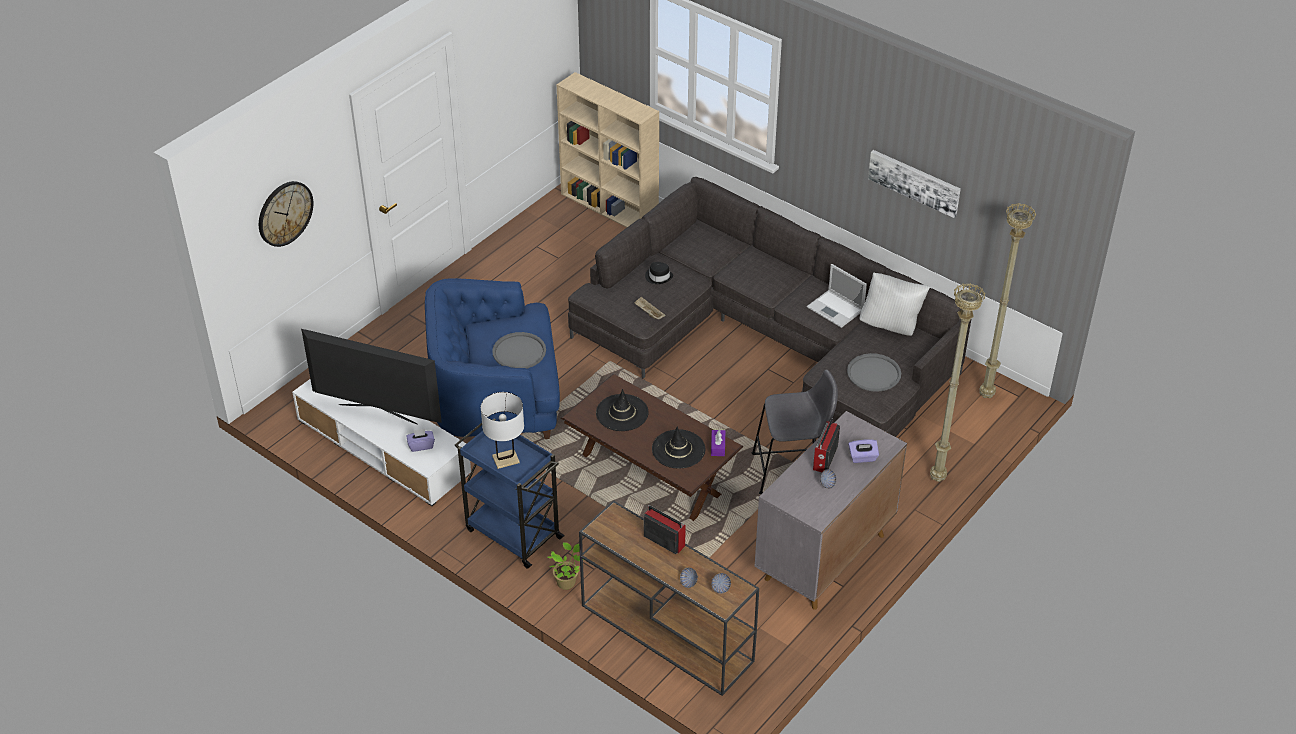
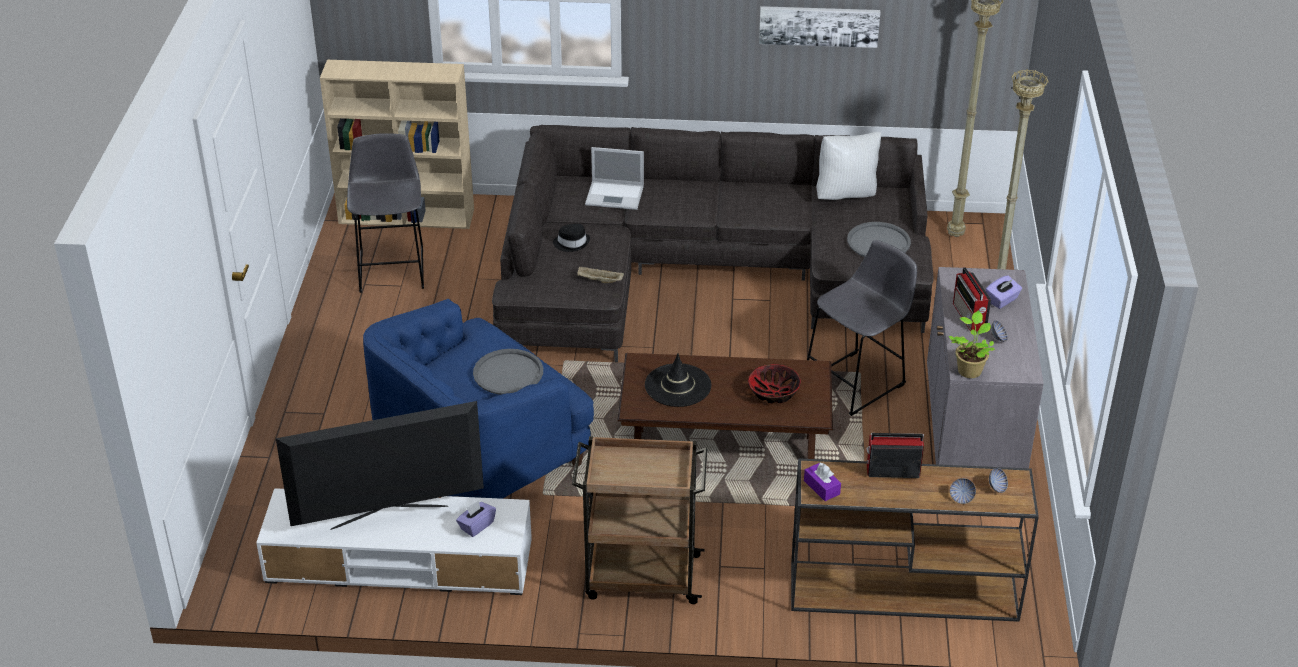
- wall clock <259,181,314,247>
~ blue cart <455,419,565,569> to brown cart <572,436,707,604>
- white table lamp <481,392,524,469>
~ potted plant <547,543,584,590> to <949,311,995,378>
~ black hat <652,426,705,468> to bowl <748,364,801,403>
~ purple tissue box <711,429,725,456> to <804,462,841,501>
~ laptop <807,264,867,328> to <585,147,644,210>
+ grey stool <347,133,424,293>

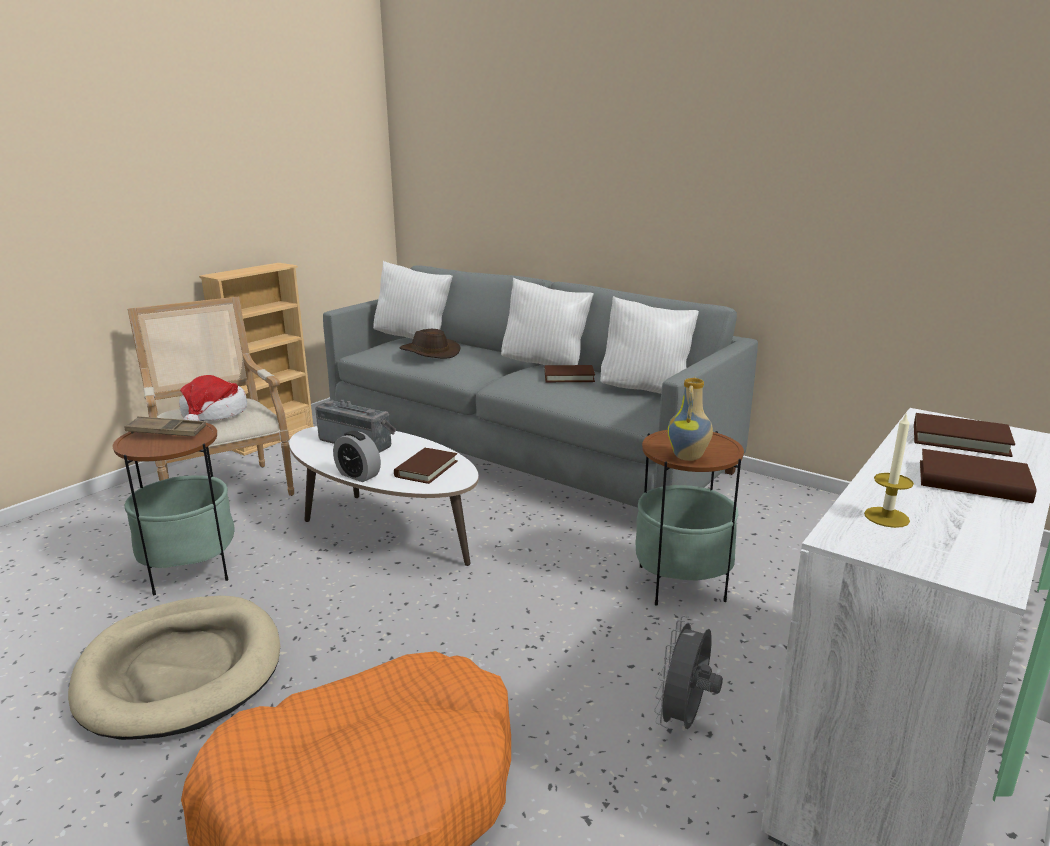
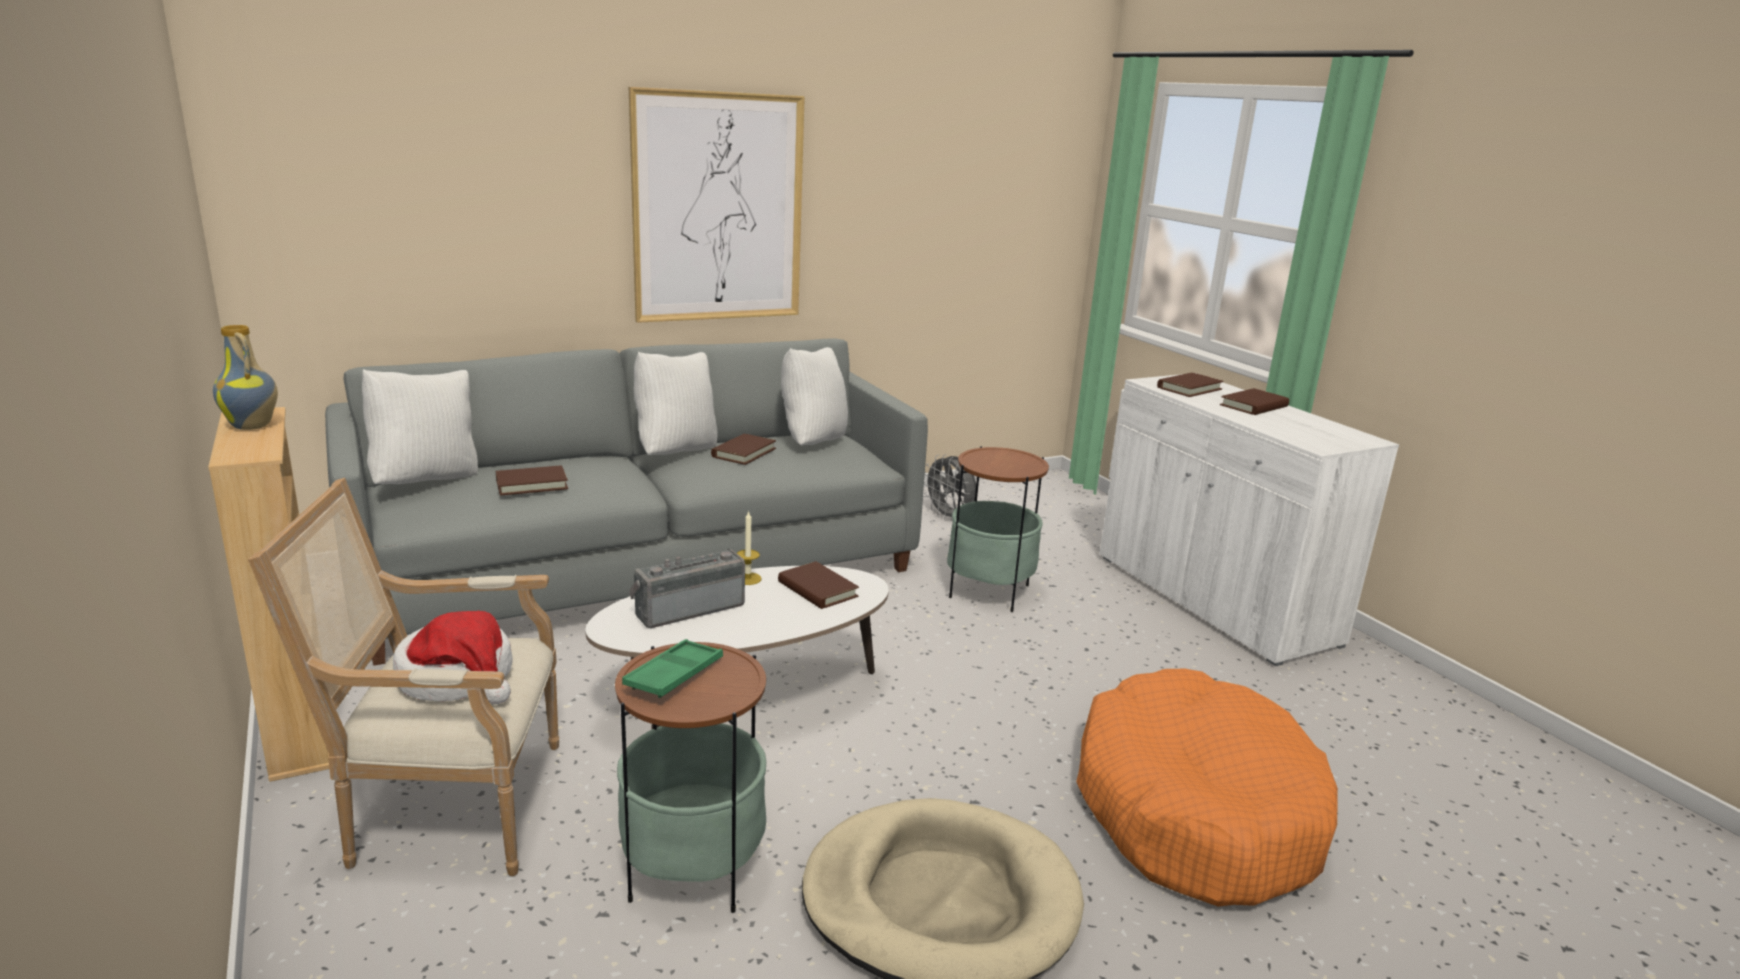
~ brown tray <124,416,206,436> to green tray <622,639,723,698>
- alarm clock <333,431,381,482>
~ brown hat <400,329,461,359> to brown book <496,465,568,496>
~ grey fan <654,616,723,729> to <924,454,976,521>
~ vase <667,377,713,461> to <213,325,278,430>
~ candle <864,412,914,528> to <737,510,761,585>
+ picture <629,87,805,323>

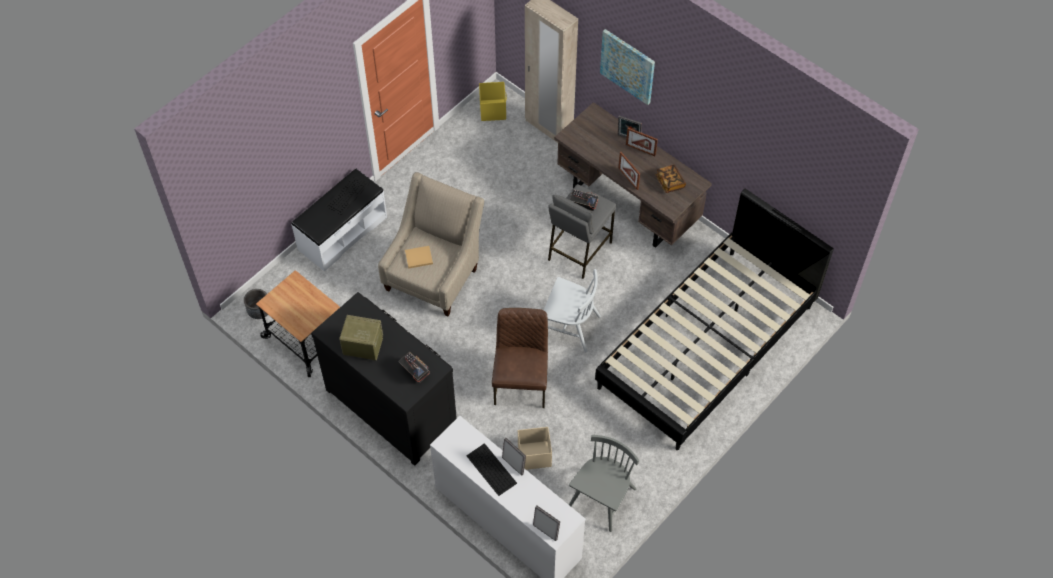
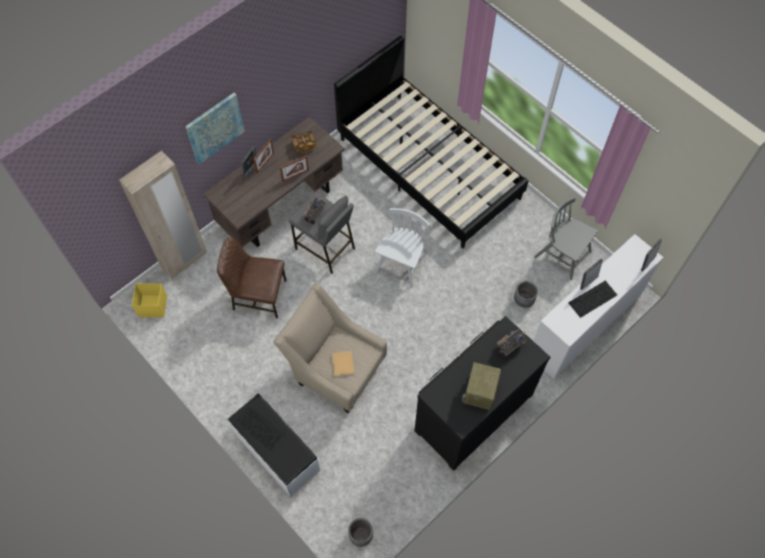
- cart <256,270,340,377>
~ brown chair <492,308,548,408> to <217,237,287,319>
~ beige storage box <518,427,552,470> to grey planter <514,281,538,308>

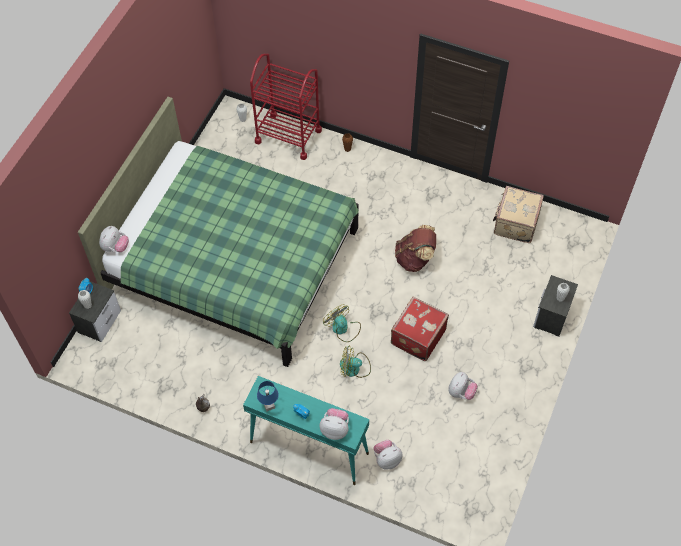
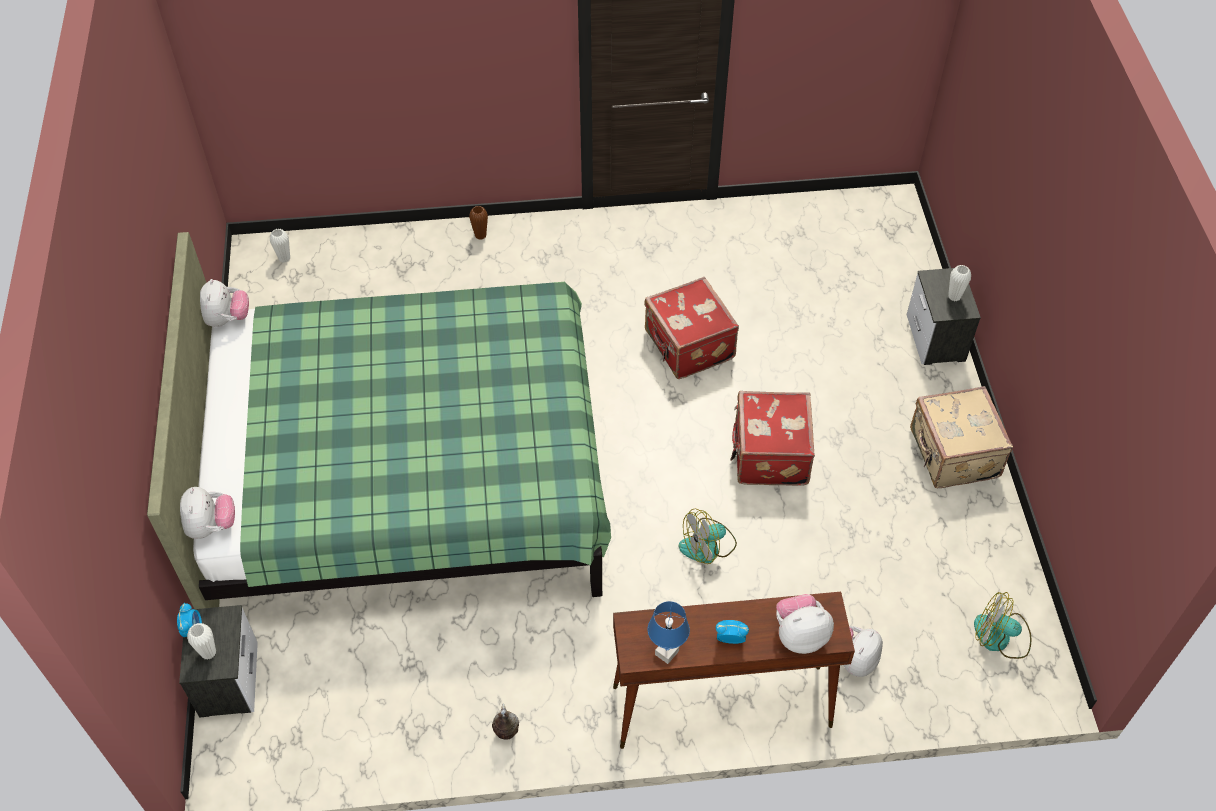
~ turquoise console table <243,376,369,485> to brown console table <613,592,855,749>
- red cart <250,54,322,160>
~ fan <323,304,361,342> to <974,592,1031,659>
~ brown backpack <395,225,436,272> to red suitcase <644,277,739,379>
~ plush toy <448,372,478,400> to <200,279,249,327>
~ beige suitcase <493,186,544,243> to <910,386,1013,488>

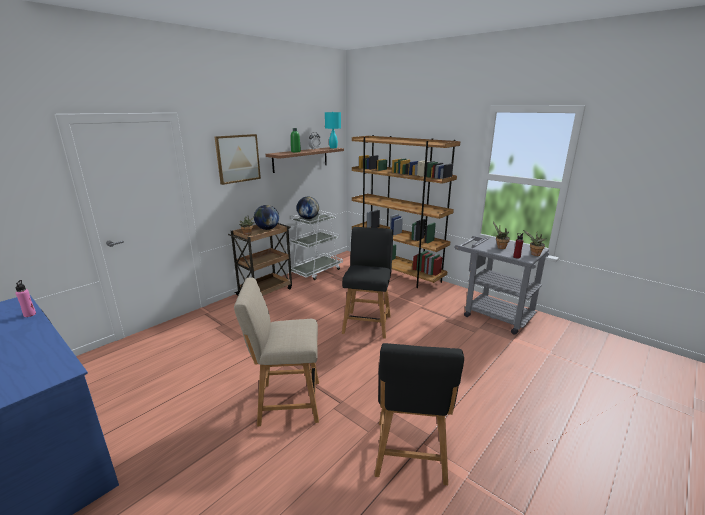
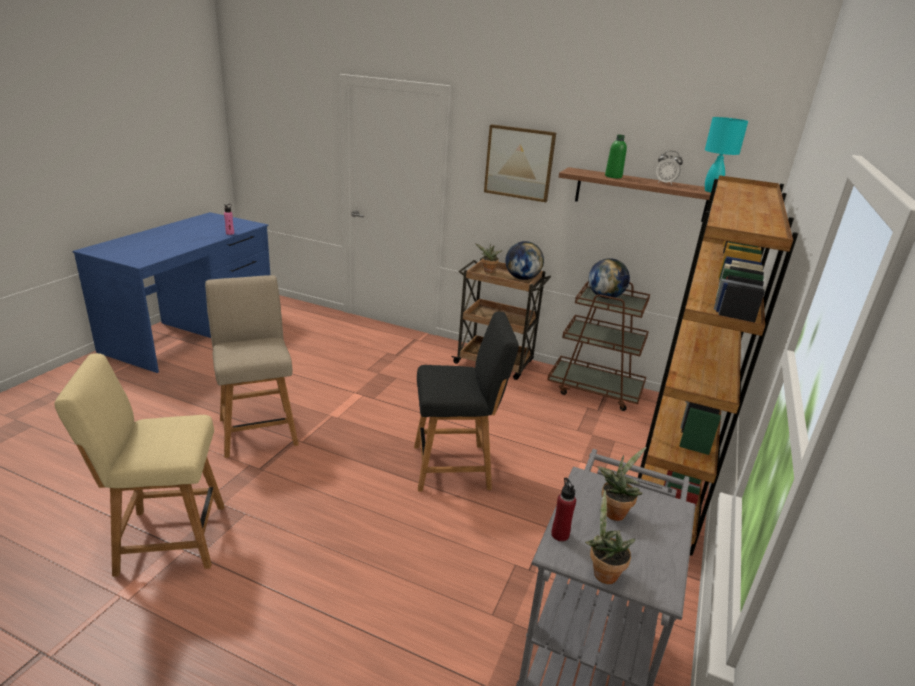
~ white cart <287,210,343,280> to brown cart <548,281,650,411>
~ black chair <374,343,464,485> to beige chair <54,353,225,577>

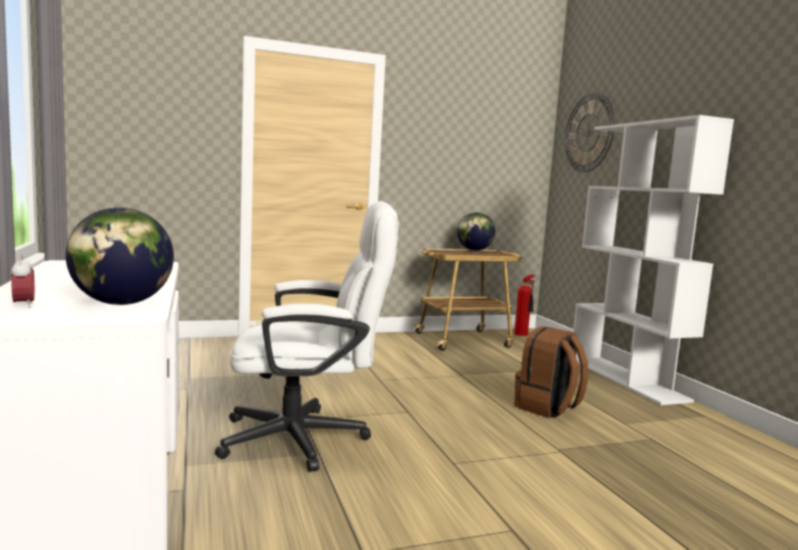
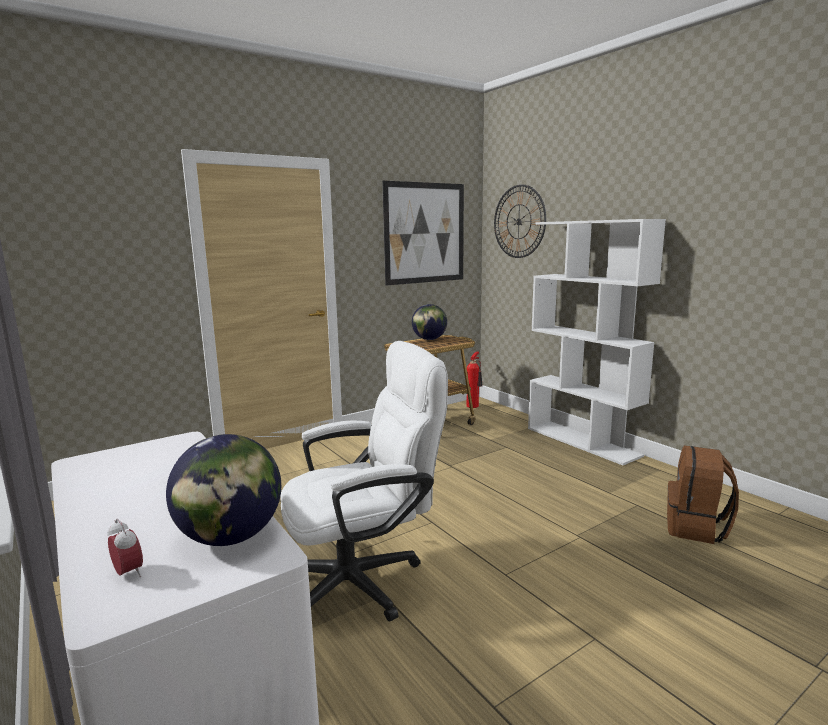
~ brown backpack <514,326,588,418> to <667,446,739,544>
+ picture <382,181,464,286>

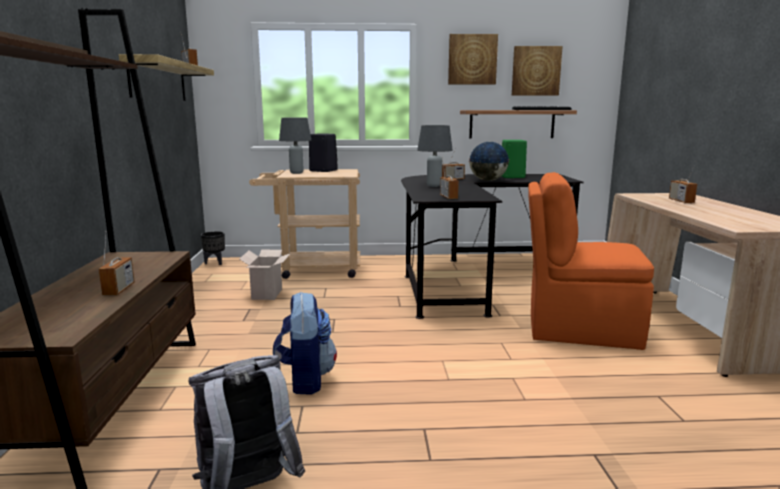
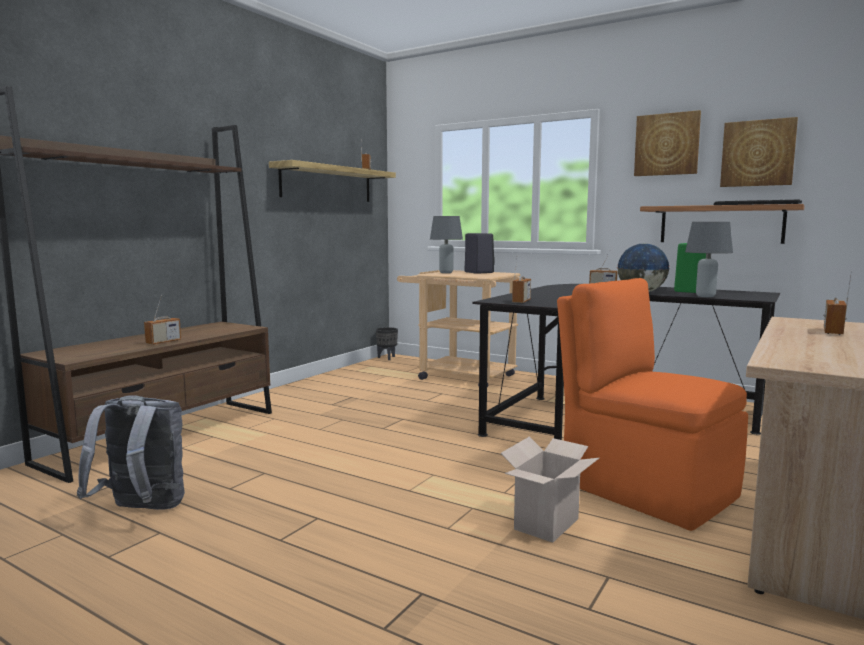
~ cardboard box <239,250,291,300> to <501,437,599,543>
- backpack <273,291,337,394>
~ grey table lamp <417,125,453,187> to <685,222,733,297>

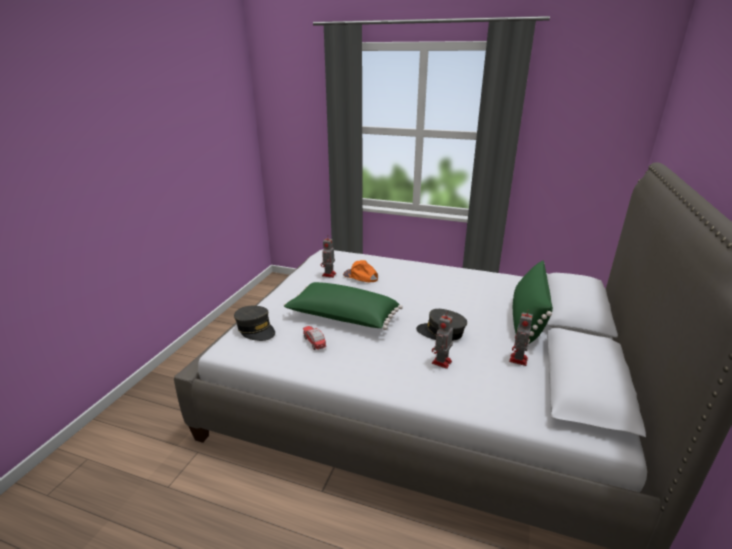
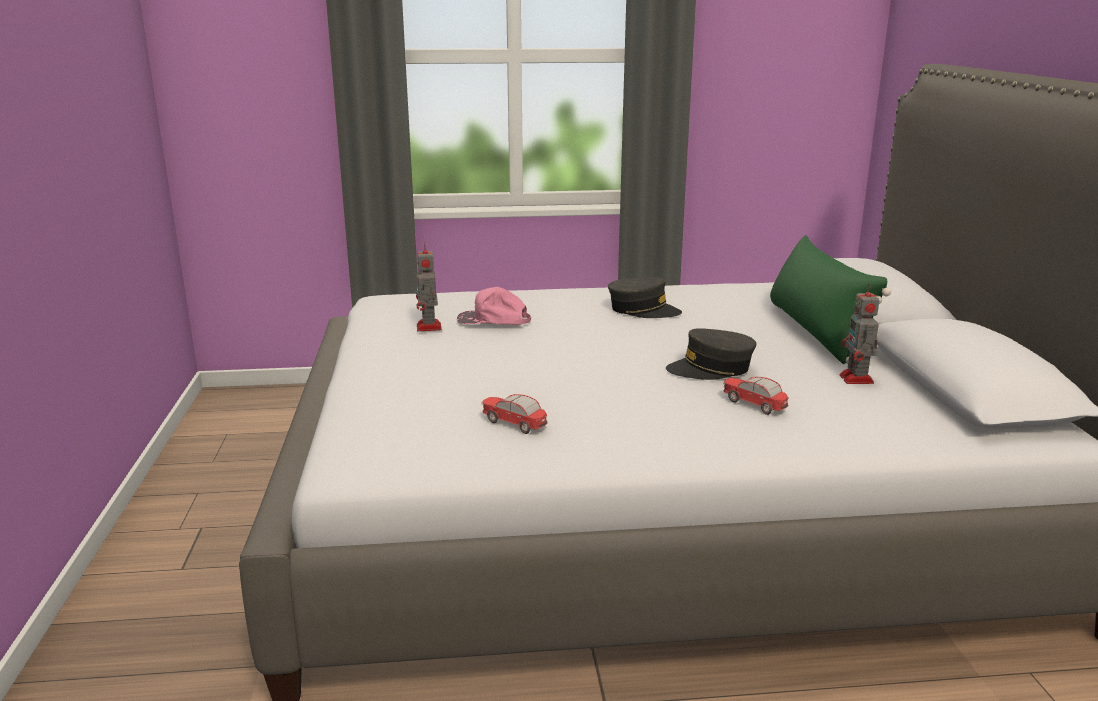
~ grey cap <234,306,275,341> to <608,277,682,318>
- green pillow <284,282,403,330>
~ orange cap <343,260,378,283> to pink cap <457,287,531,325>
~ toy robot <432,311,453,369> to toy car <723,377,789,415>

